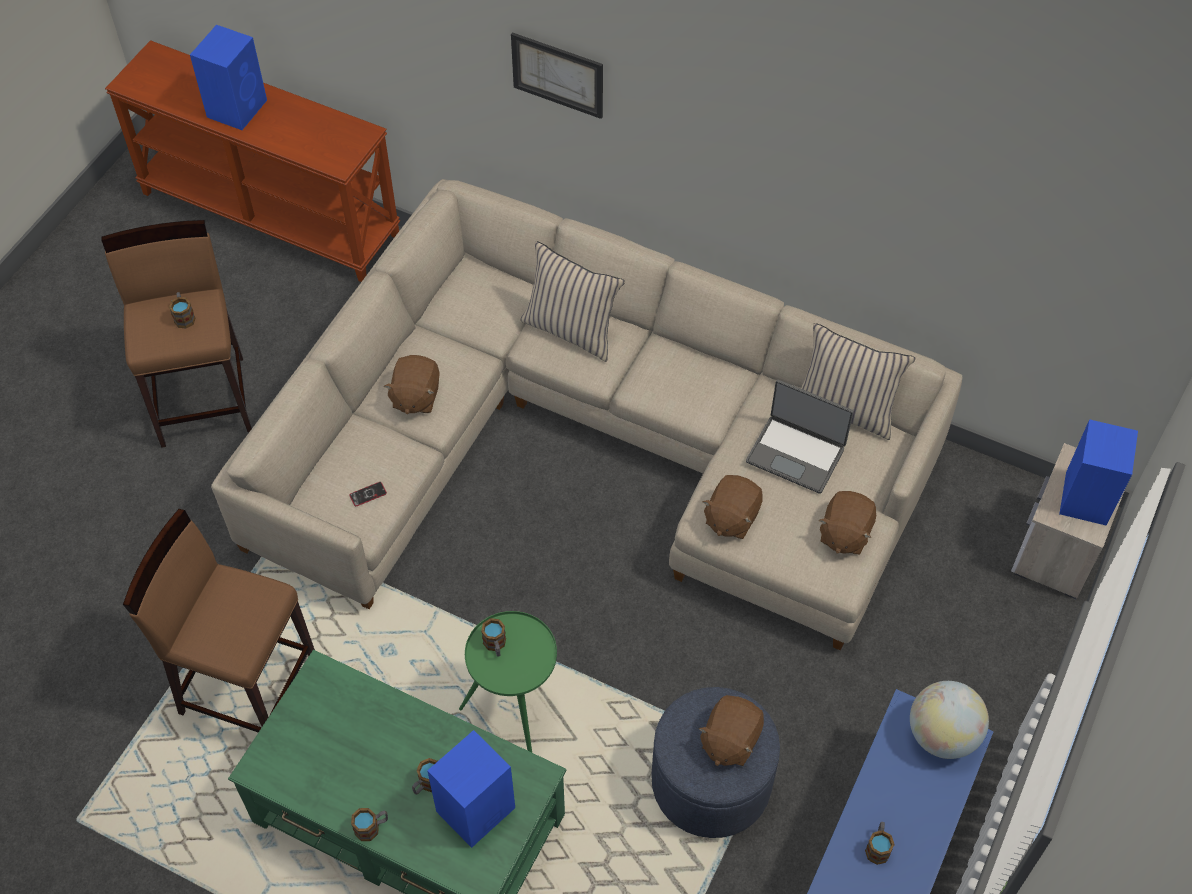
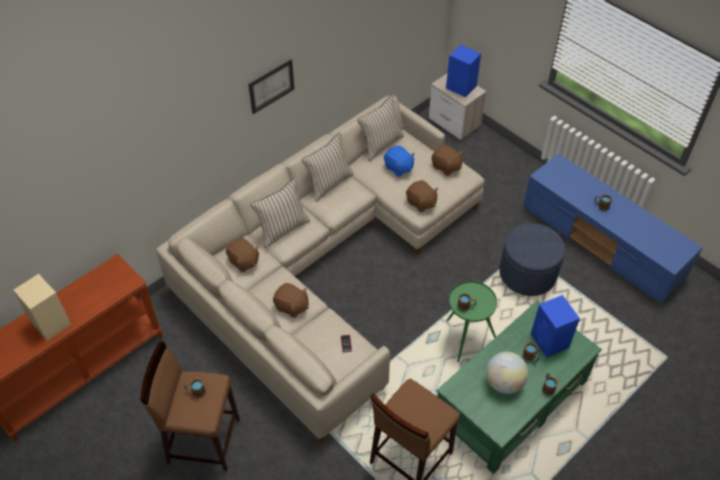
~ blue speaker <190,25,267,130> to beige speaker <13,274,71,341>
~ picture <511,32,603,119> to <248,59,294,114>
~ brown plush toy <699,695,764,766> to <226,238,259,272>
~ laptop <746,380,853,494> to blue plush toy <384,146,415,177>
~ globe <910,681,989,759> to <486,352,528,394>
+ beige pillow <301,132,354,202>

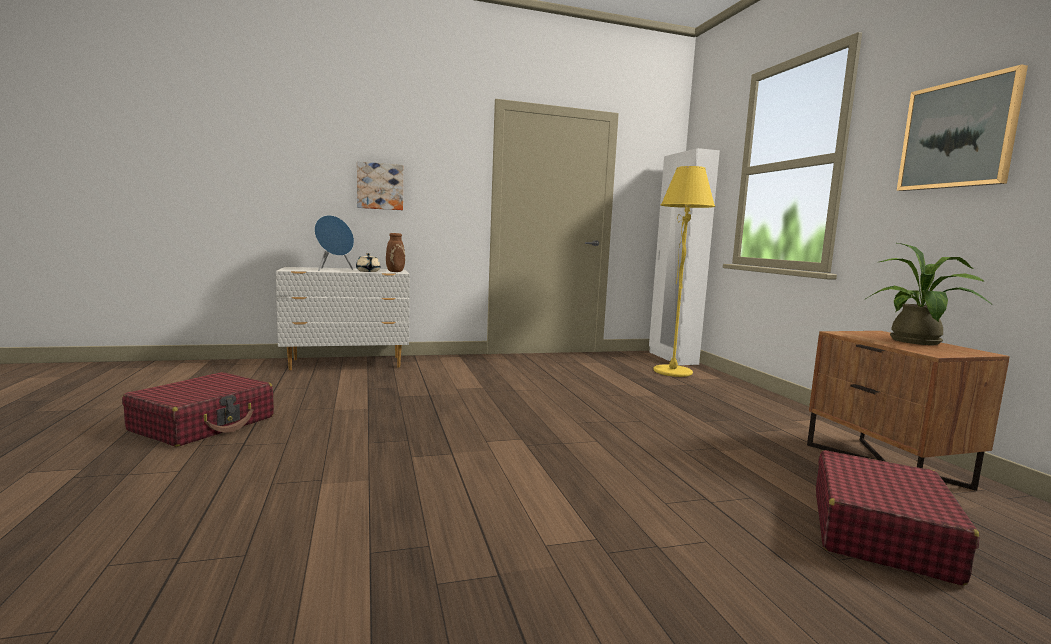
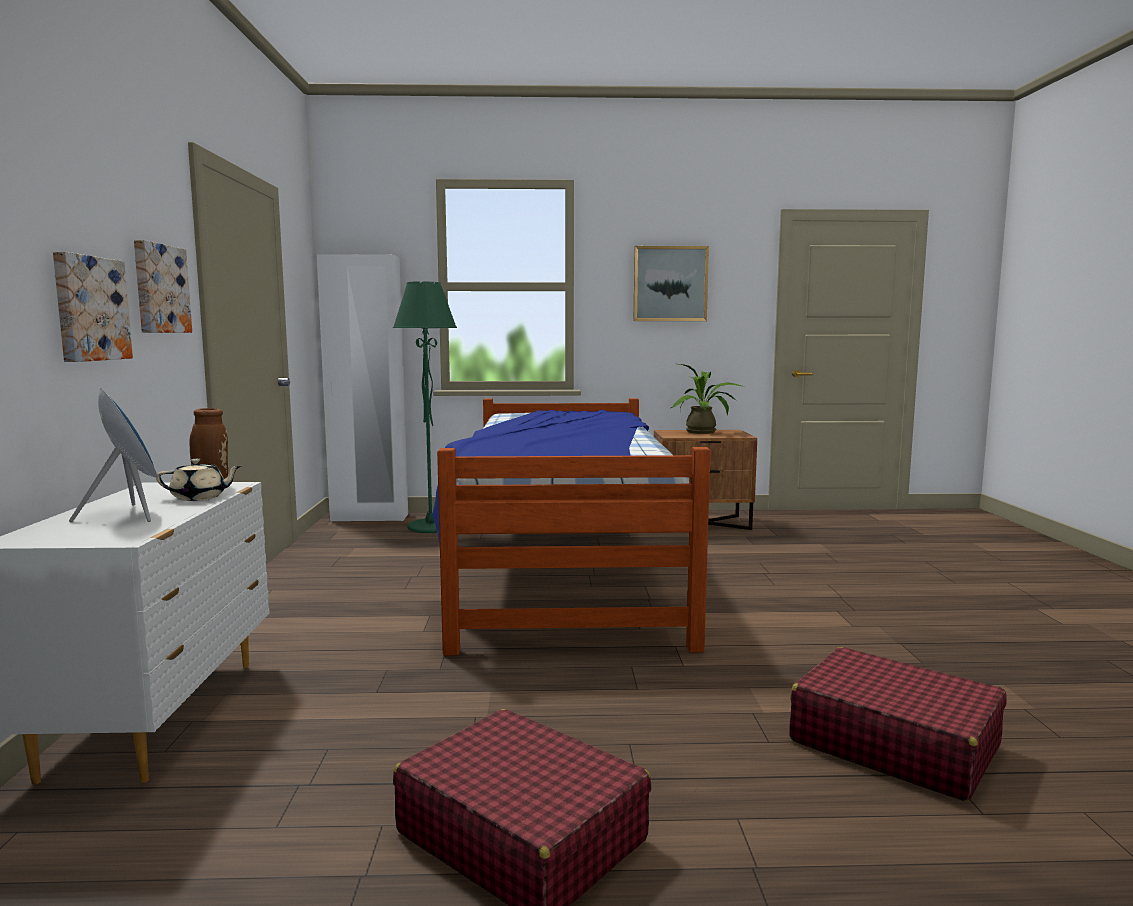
~ yellow floor lamp <653,166,715,377> to green floor lamp <393,281,457,533>
~ red suitcase <816,450,979,586> to <789,647,1006,801>
+ picture <134,240,192,333>
+ bed <433,398,710,655>

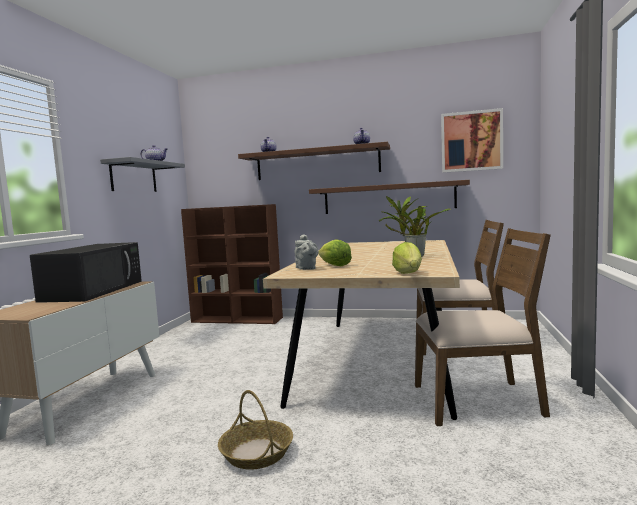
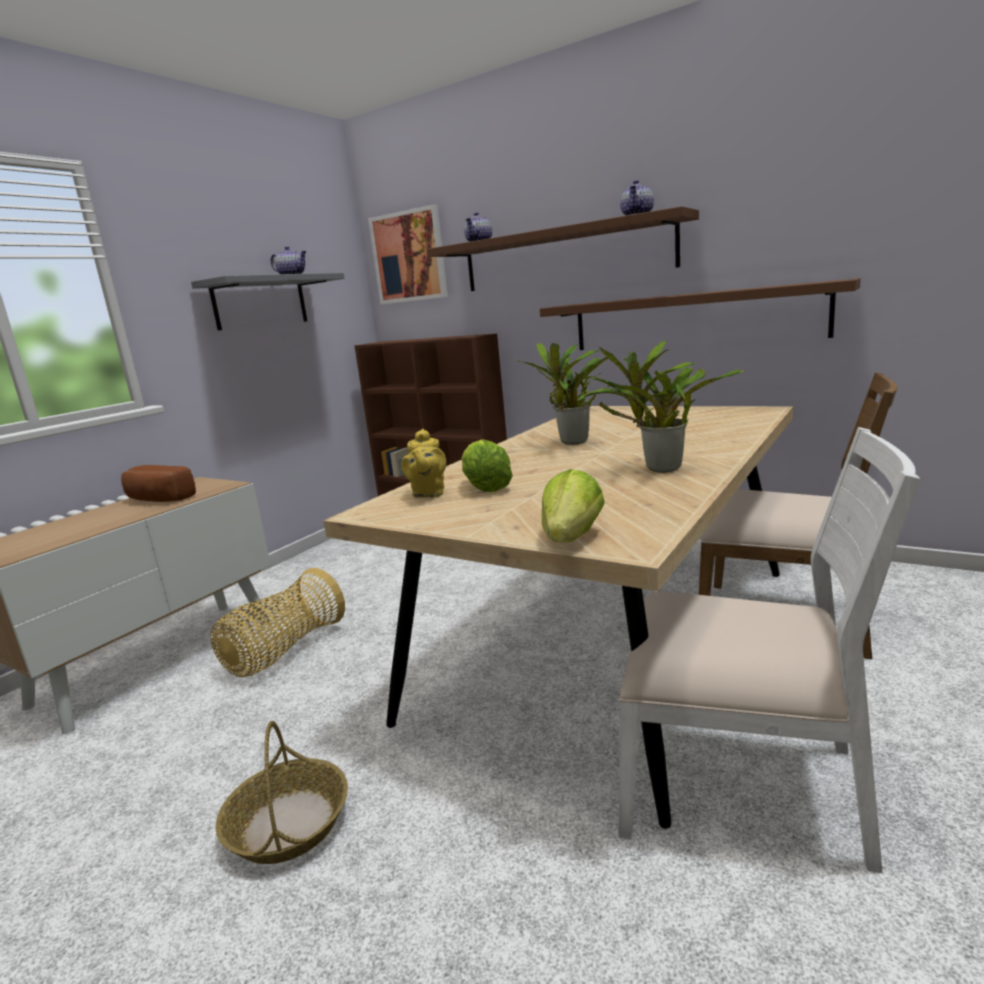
~ black microwave <30,242,142,303> to bread <121,465,196,502>
~ grey teapot <295,234,318,270> to yellow teapot <401,429,446,498>
~ brown chair <415,228,551,426> to white chair <619,427,920,873>
~ picture <441,108,503,173> to <368,204,448,304>
+ basket <210,568,345,677>
+ potted plant <516,343,608,445>

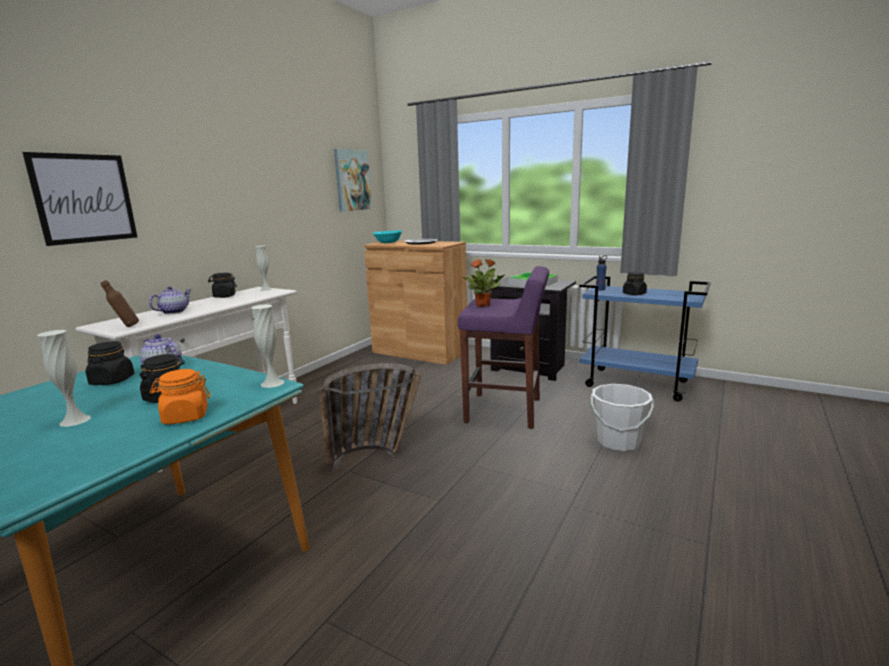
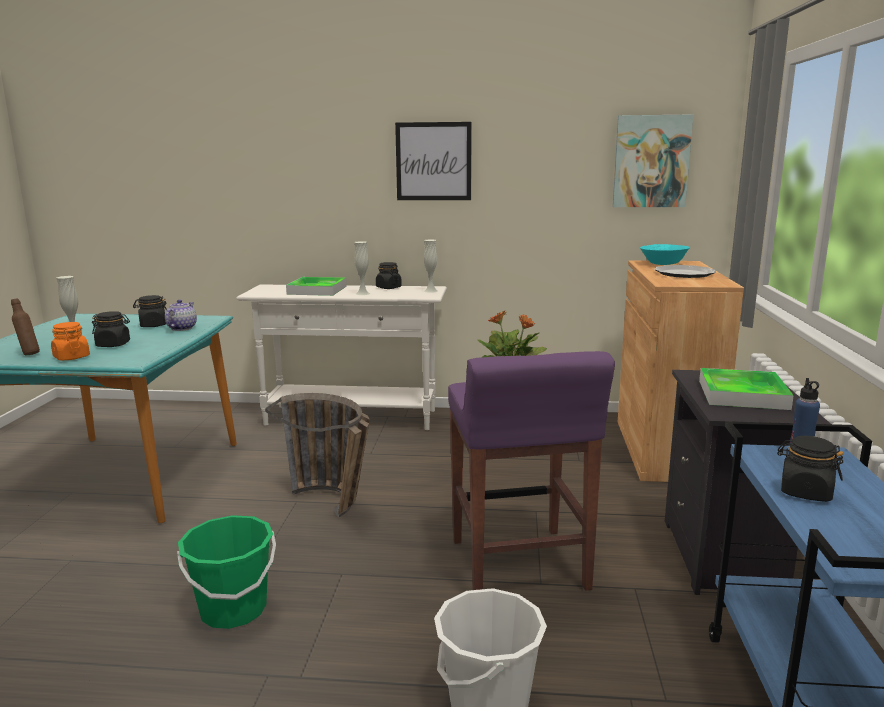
~ picture <22,152,137,246> to <395,122,472,200>
~ brown bottle <101,280,139,327> to <11,299,40,355>
~ teapot <149,286,191,314> to tray <286,277,346,296>
~ white vase <251,304,284,388> to <354,241,370,295>
+ green bucket <177,515,276,629>

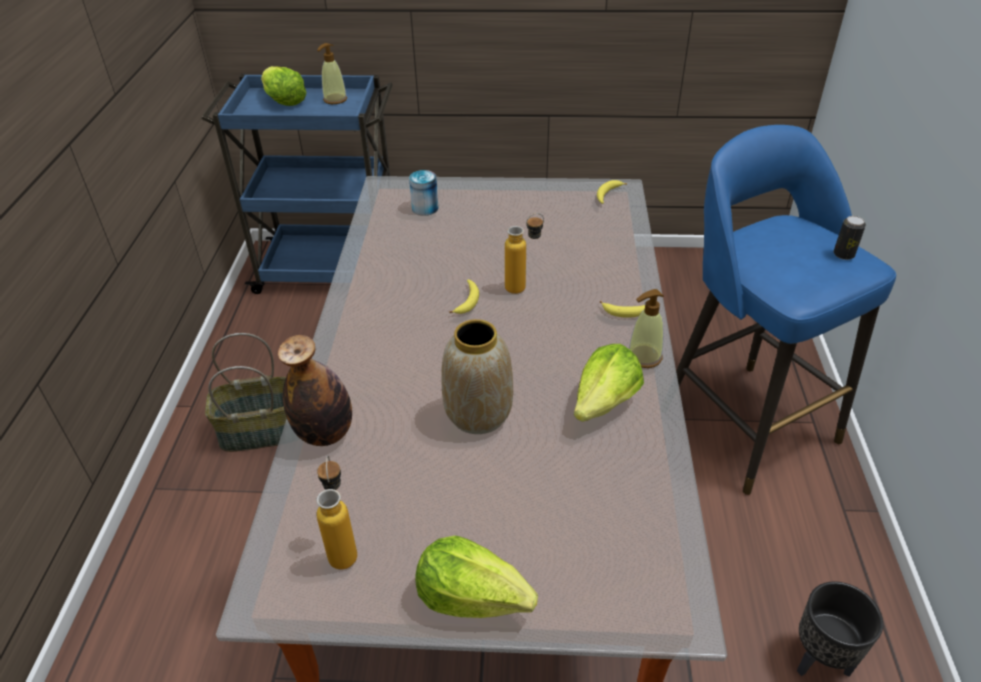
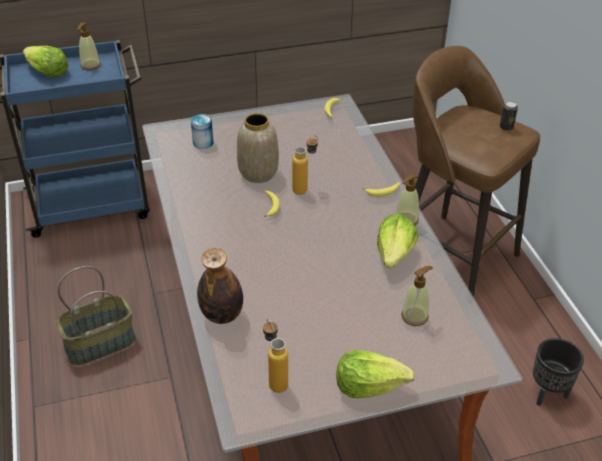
~ vase <441,319,513,434> to <237,113,279,183>
~ blue stool <676,125,896,495> to brown stool <412,46,540,297>
+ soap dispenser <401,266,433,326>

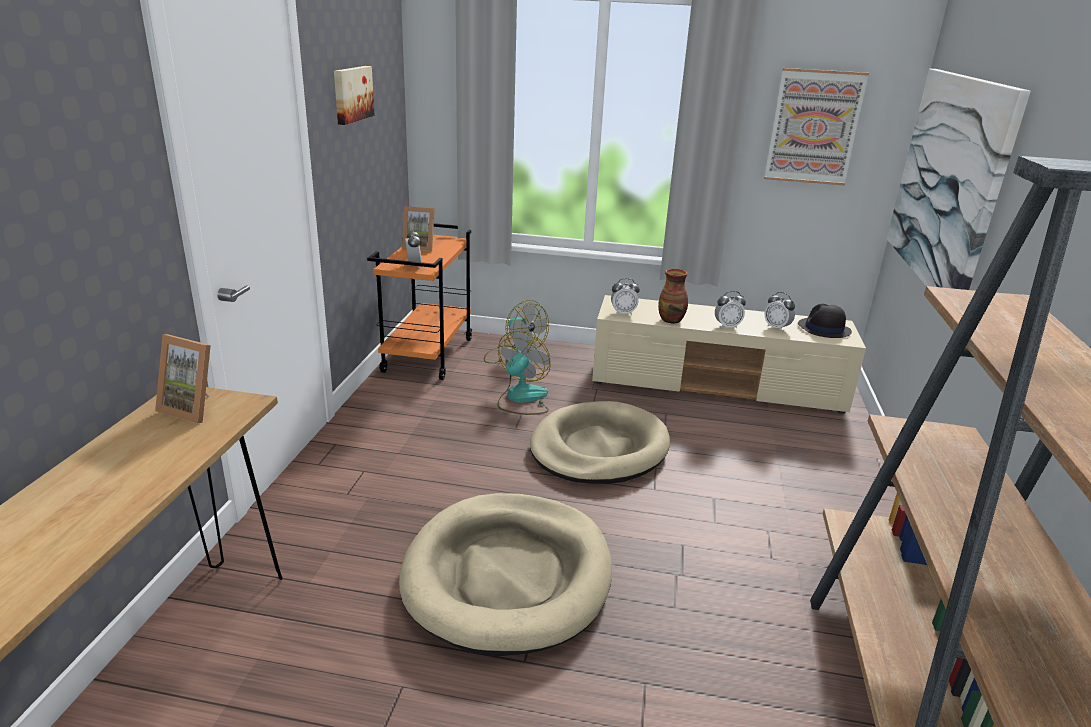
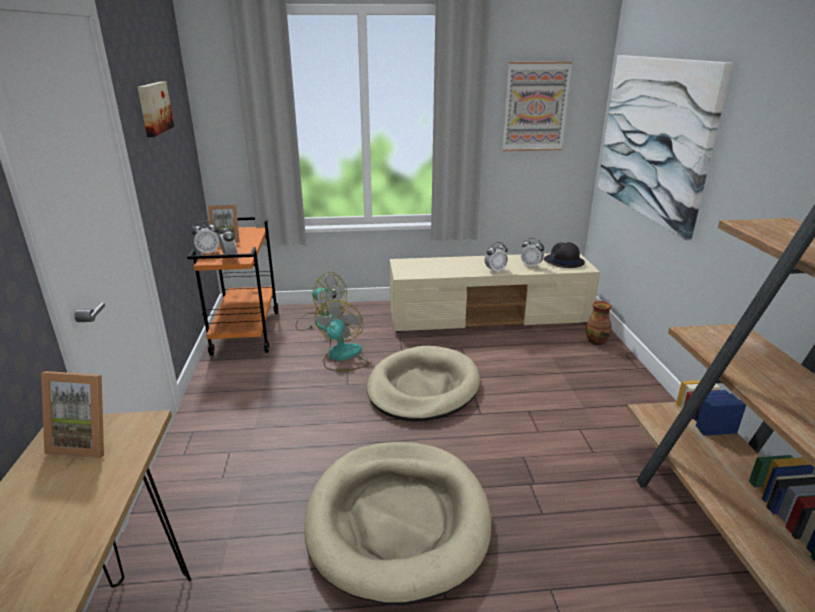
~ alarm clock <611,278,640,315> to <192,221,219,255>
~ vase <658,269,688,324> to <586,301,612,345>

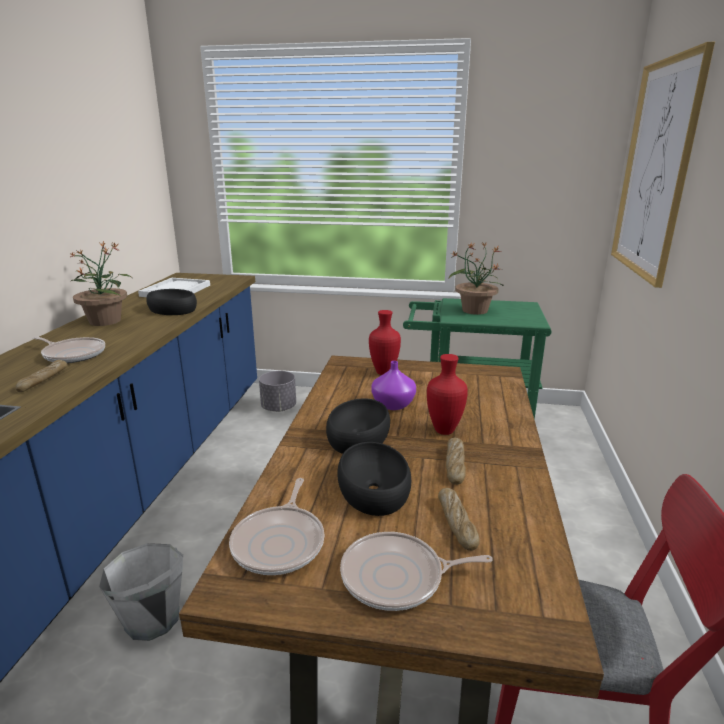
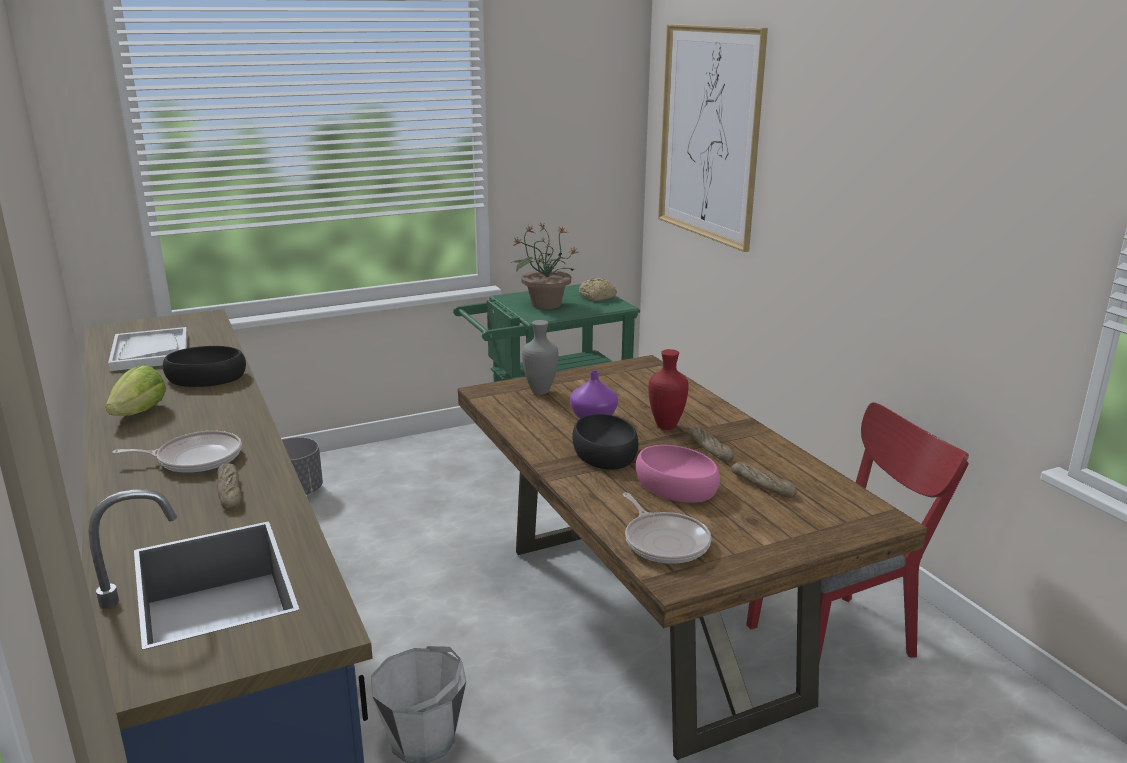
~ potted plant <70,241,132,326> to lettuce <106,365,166,416>
~ black bowl <337,442,411,516> to pink bowl <636,445,720,503>
- frying pan <340,532,492,611>
~ red vase <369,310,401,375> to grey vase <522,320,559,395>
+ bread <579,278,617,301>

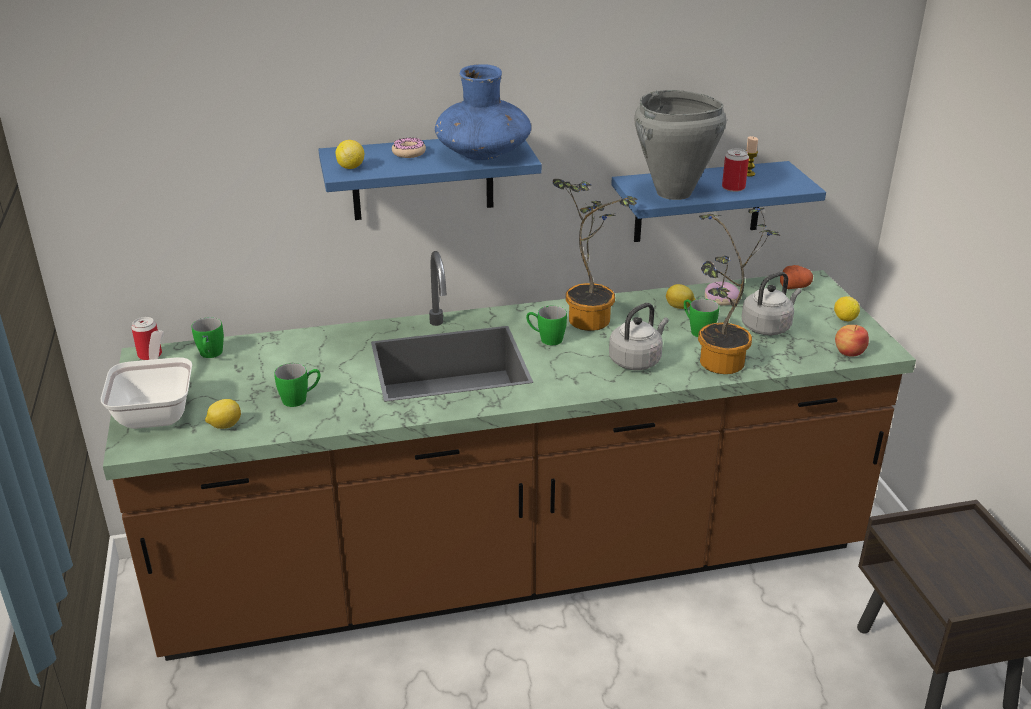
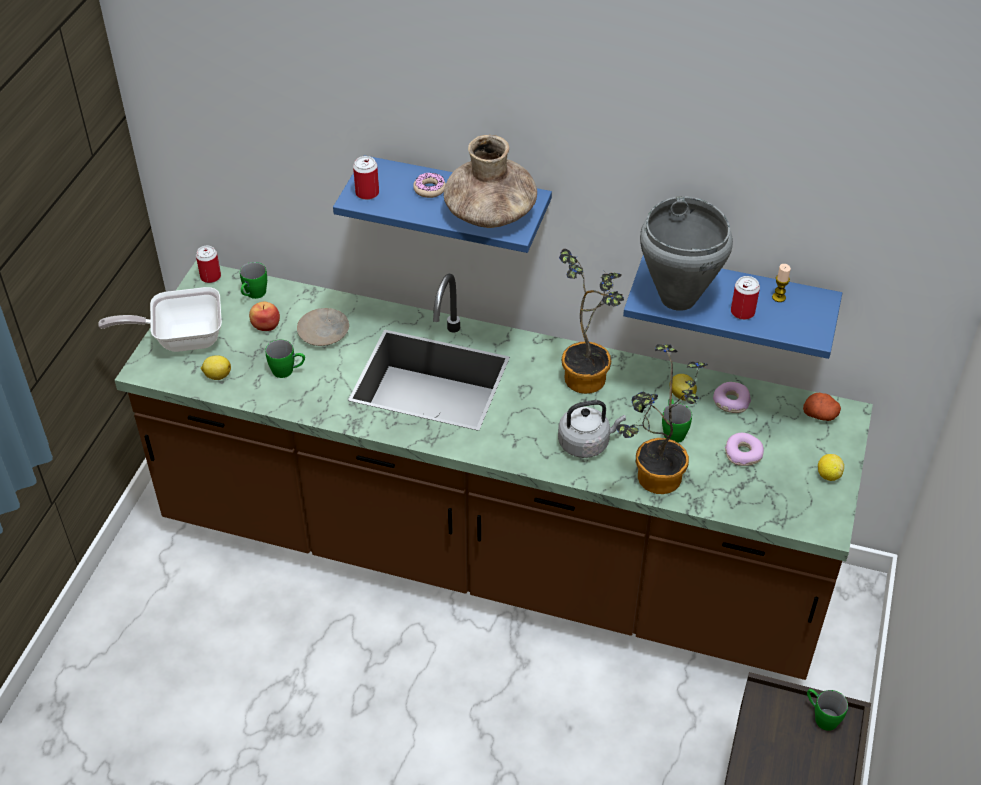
~ frying pan <101,331,192,429> = <98,287,222,352> 120 degrees counterclockwise
~ lemon <336,140,364,169> to can <353,156,379,200>
~ blue vase <435,64,531,160> to brown vase <443,135,537,228>
~ green mug <526,306,567,345> to <807,689,848,731>
~ grey kettle <742,272,801,335> to donut <725,433,764,466>
~ apple <835,325,869,357> to <249,302,280,331>
+ beige plate <297,308,349,346>

